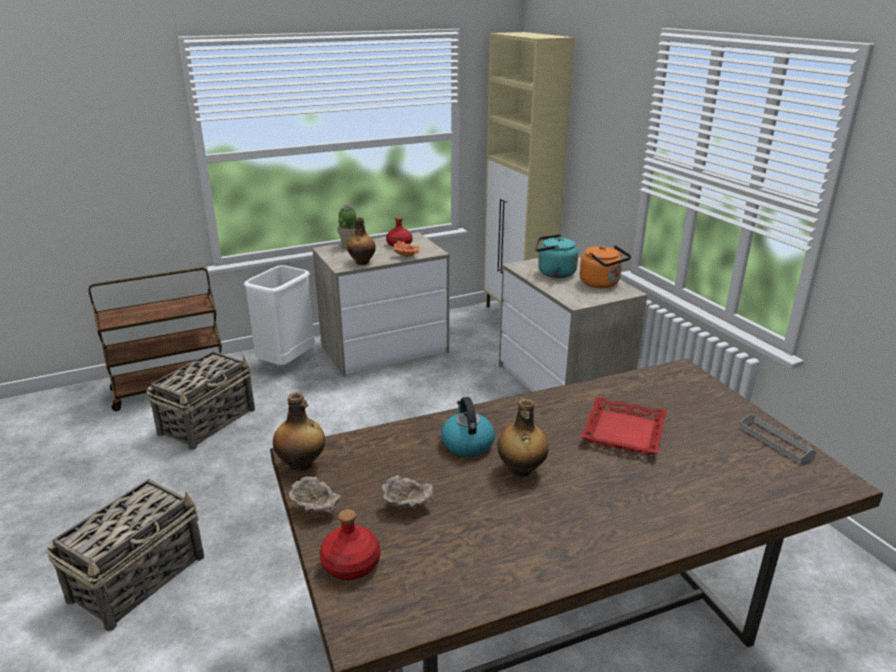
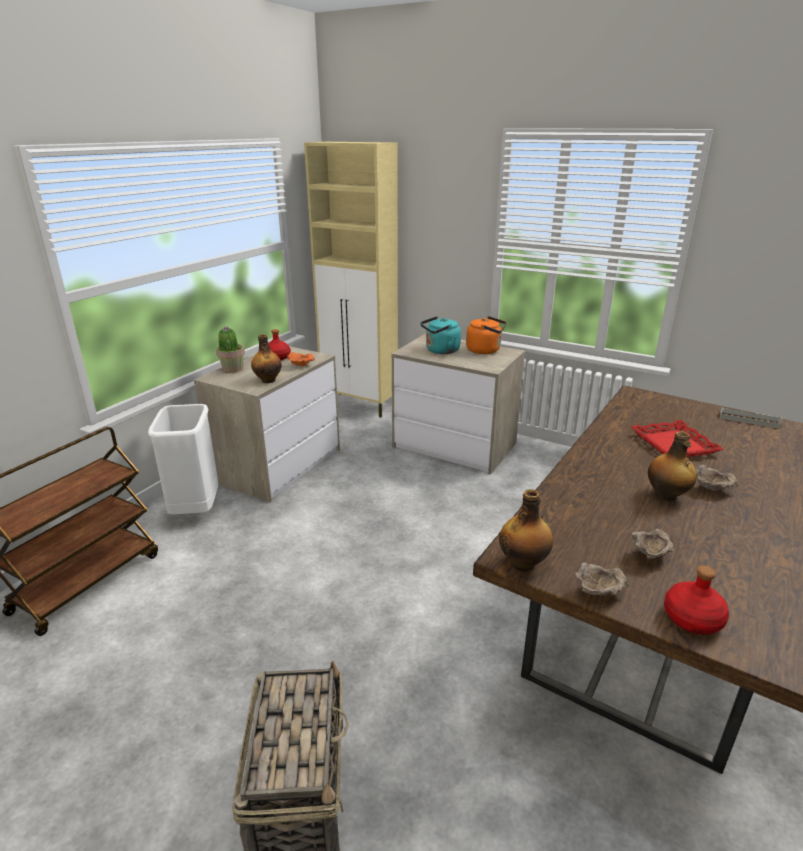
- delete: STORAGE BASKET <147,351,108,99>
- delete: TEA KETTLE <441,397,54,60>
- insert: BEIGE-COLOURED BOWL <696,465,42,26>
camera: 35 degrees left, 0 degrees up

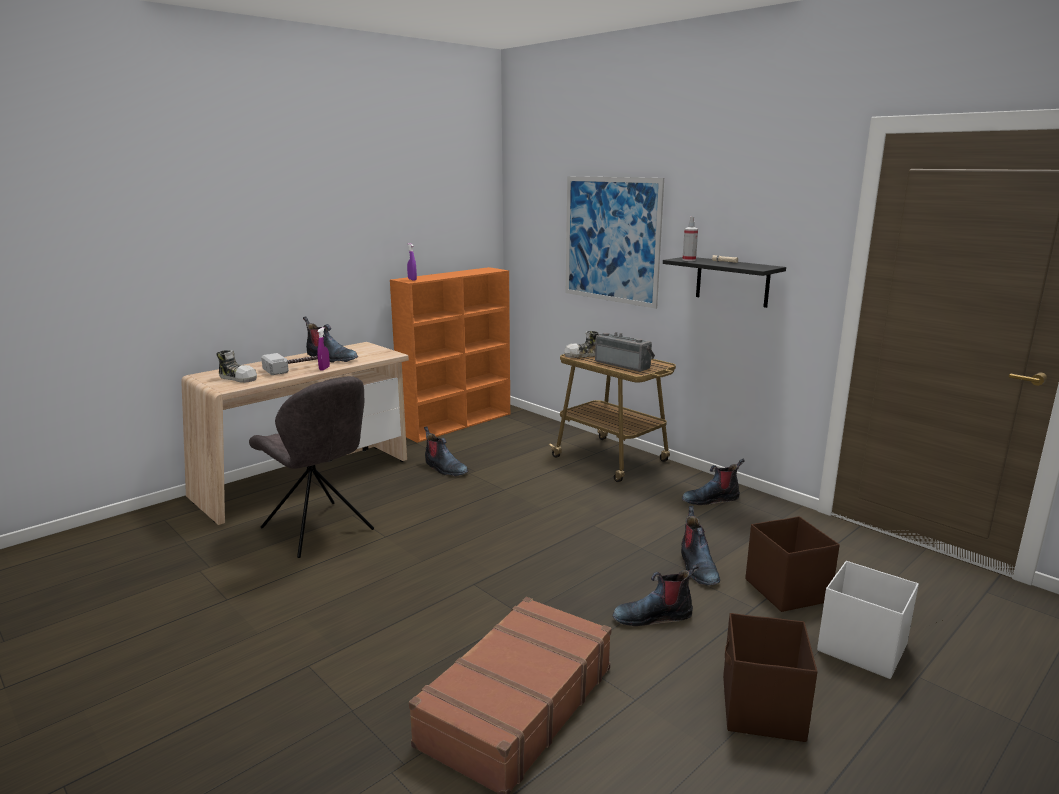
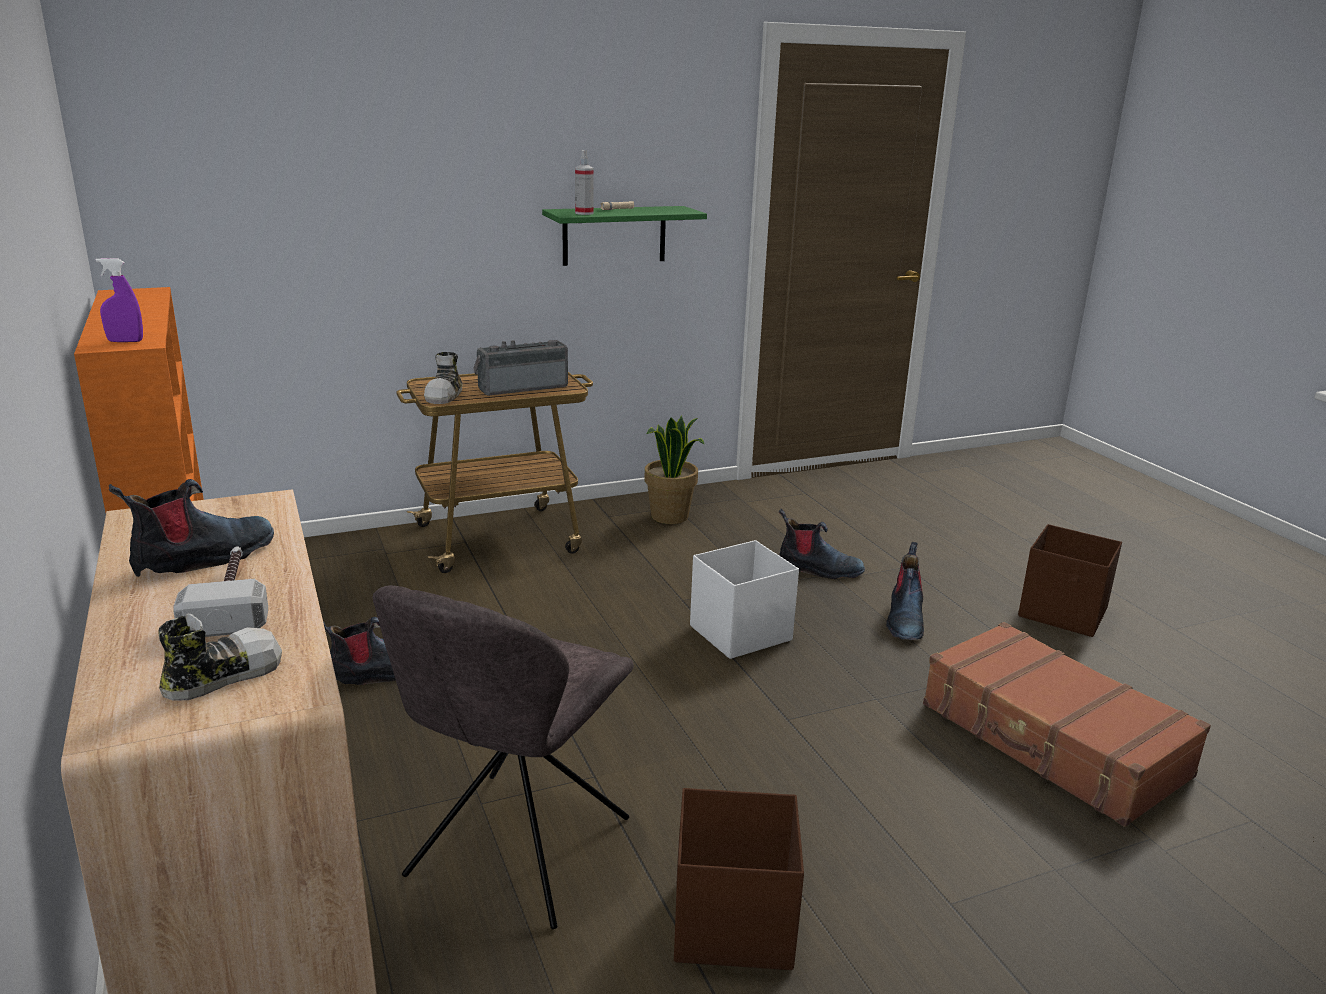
- delete: WALL PICTURE <566,176,98,133>
- recolor: BLACKISH SHELF <663,257,123,51> to GREENISH SHELF <542,206,165,60>
- delete: PURPLE-COLOURED SPRAYER <317,327,13,44>
- rotate: GRAY PLAIN CHAIR <249,376,125,182> = <373,585,261,344> 135 degrees clockwise
- replace: BOOT <682,459,62,46> to PLANT IN A POT <644,415,60,109>
- move: BROWNISH STORAGE BOX <745,516,95,96> to <674,788,130,182>
- move: WHITE STORAGE BOX <817,561,102,118> to <690,540,109,119>
camera: 70 degrees left, 5 degrees up

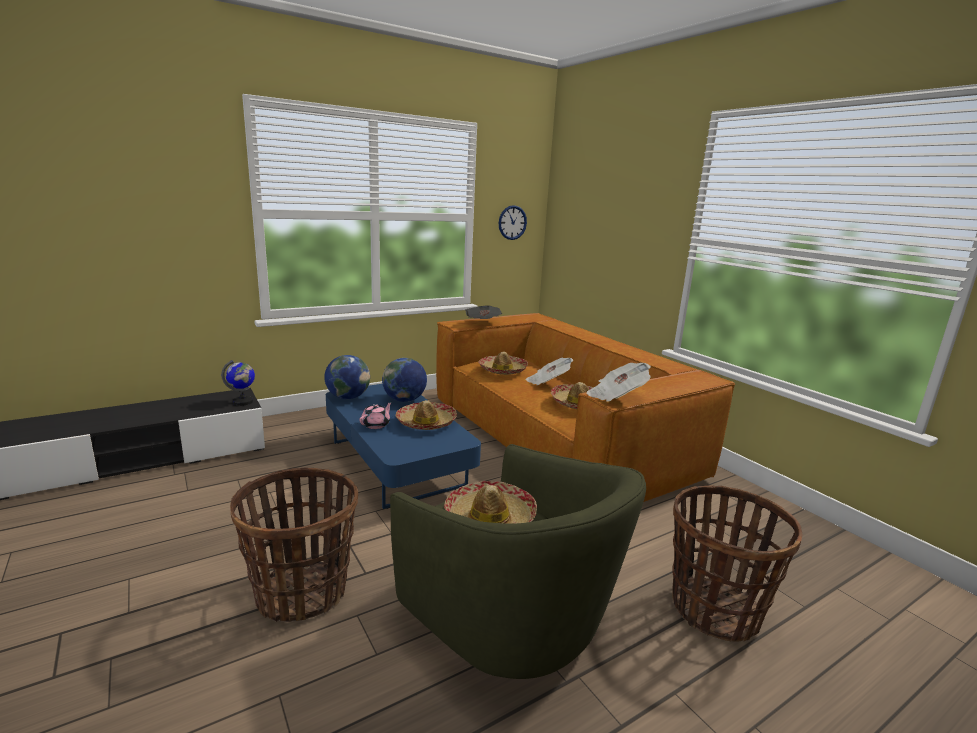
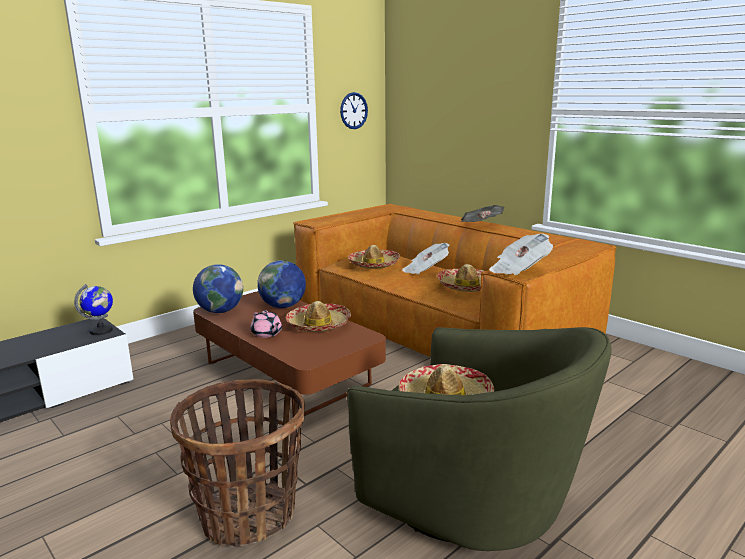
- move: NEWSPAPER <465,305,37,14> to <460,205,45,17>
- recolor: BLUISH LOW TABLE <326,384,155,125> to BROWNISH LOW TABLE <193,291,193,126>
- rotate: PINK POT FOR TEA <359,402,33,27> = <251,311,31,27> 120 degrees clockwise
- delete: STORAGE BASKET <672,485,130,157>
camera: 10 degrees left, 0 degrees up

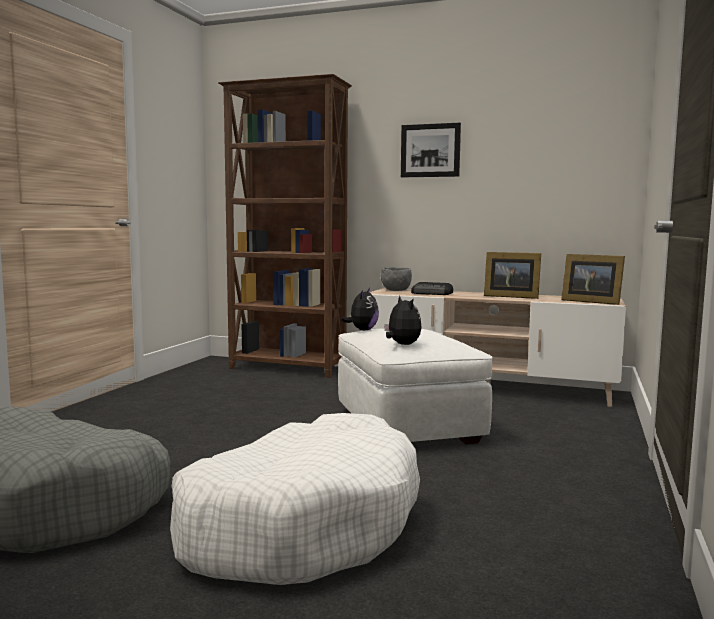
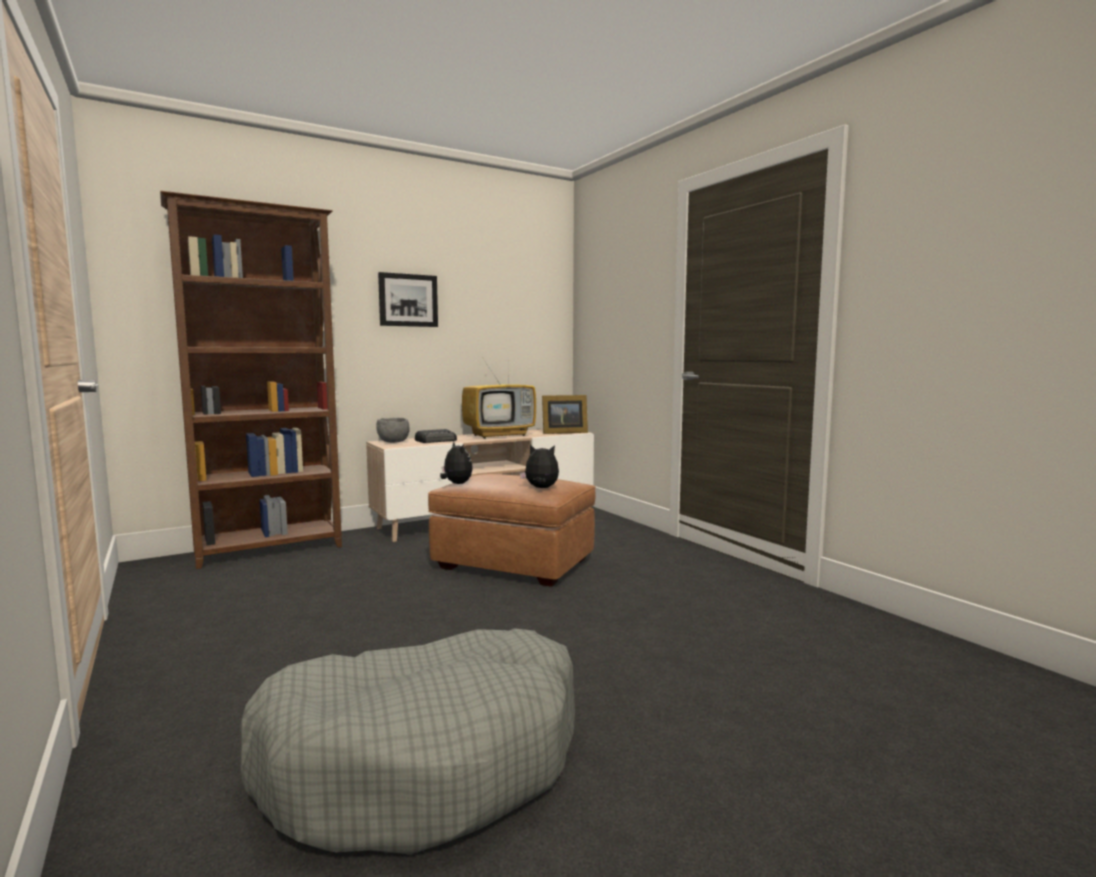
- replace: PHOTO FRAME <484,252,57,47> to TELEVISION <462,366,74,73>
- recolor: WHITE FOOTREST <338,328,155,116> to BROWNISH FOOTREST <428,474,167,113>
- delete: WHITE PET BED <170,413,250,172>
camera: 50 degrees left, 0 degrees up

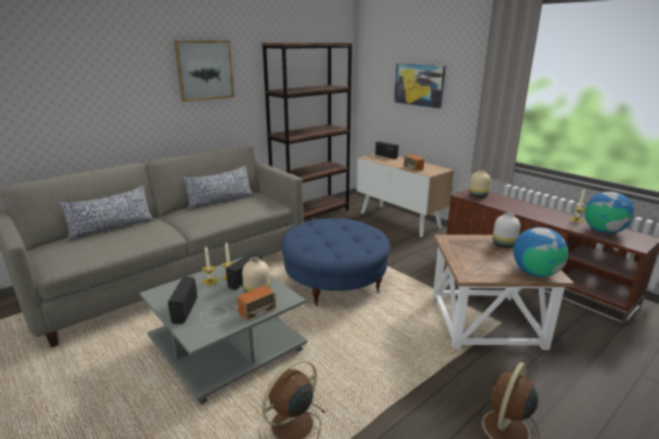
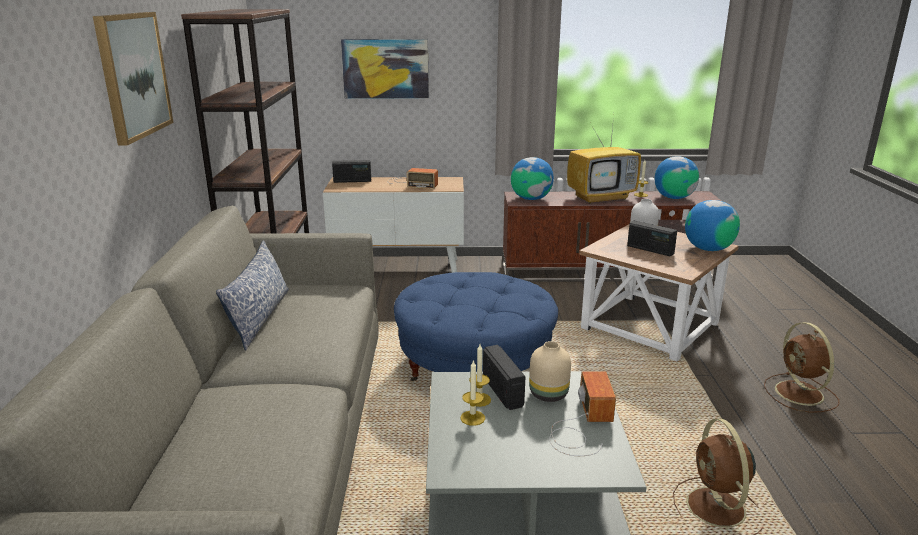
- replace: BEIGE-COLOURED DECORATIVE VASE <469,170,21,28> to GLOBE <511,157,43,43>
- delete: CUSHION <58,185,97,57>
- move: RADIO <168,277,29,47> to <627,221,50,35>
- insert: TELEVISION <567,116,74,88>
camera: 50 degrees left, 0 degrees up

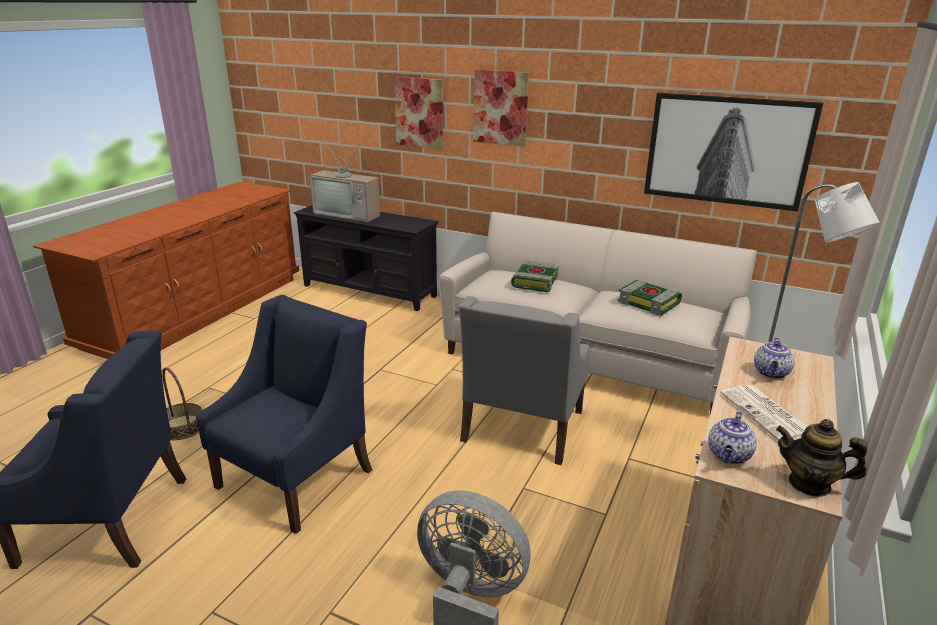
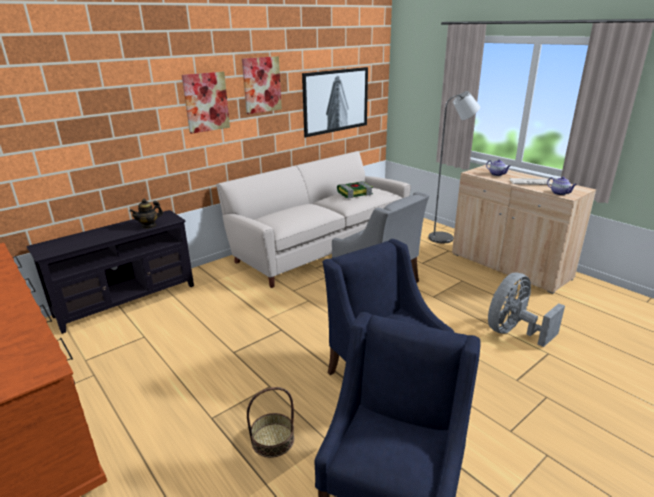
- move: WALL PICTURE <394,77,49,72> to <242,56,40,58>
- delete: TELEVISION <310,141,70,81>
- delete: BOOK <511,261,48,31>
- move: POT FOR TEA <776,419,92,78> to <130,199,33,30>
camera: 65 degrees left, 0 degrees up

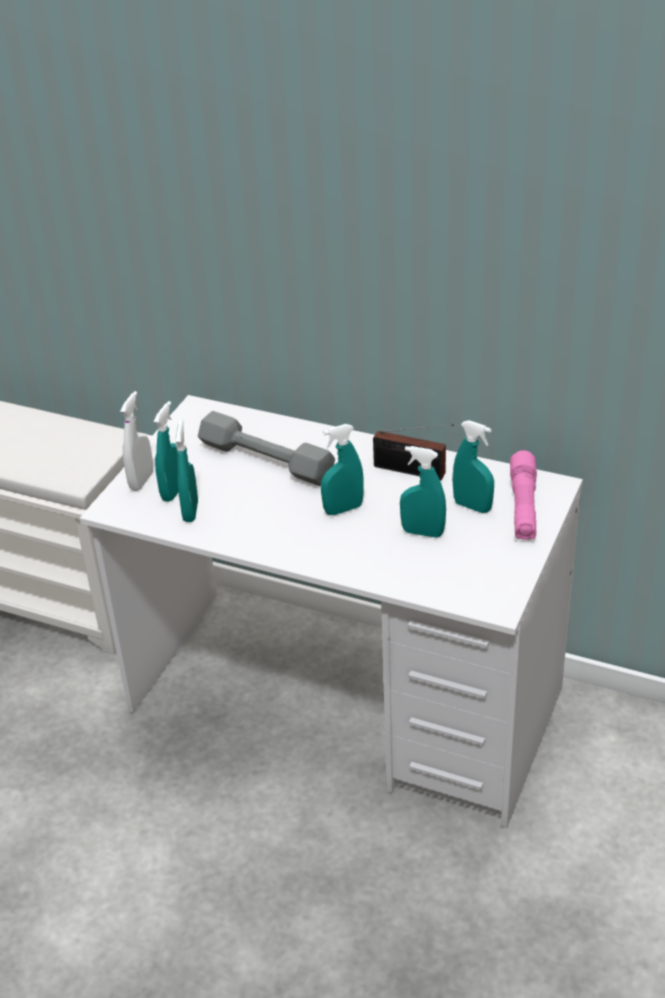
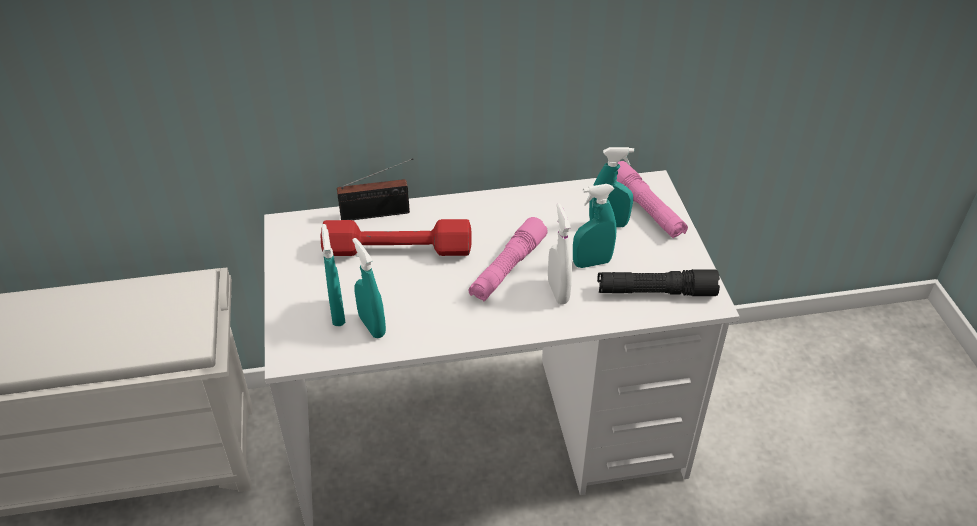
- move: WHITE SPRAYER <120,391,33,100> to <548,203,24,101>
- recolor: GRAY HAND WEIGHT <198,411,137,75> to RED-COLOURED HAND WEIGHT <321,219,151,37>
- replace: BLUE-GREEN SPRAYER <321,424,43,91> to PINK TORCH <468,217,80,85>
- move: RADIO <373,424,81,57> to <337,158,76,62>
- insert: BLACKISH TORCH <597,269,123,27>
camera: 35 degrees left, 5 degrees up

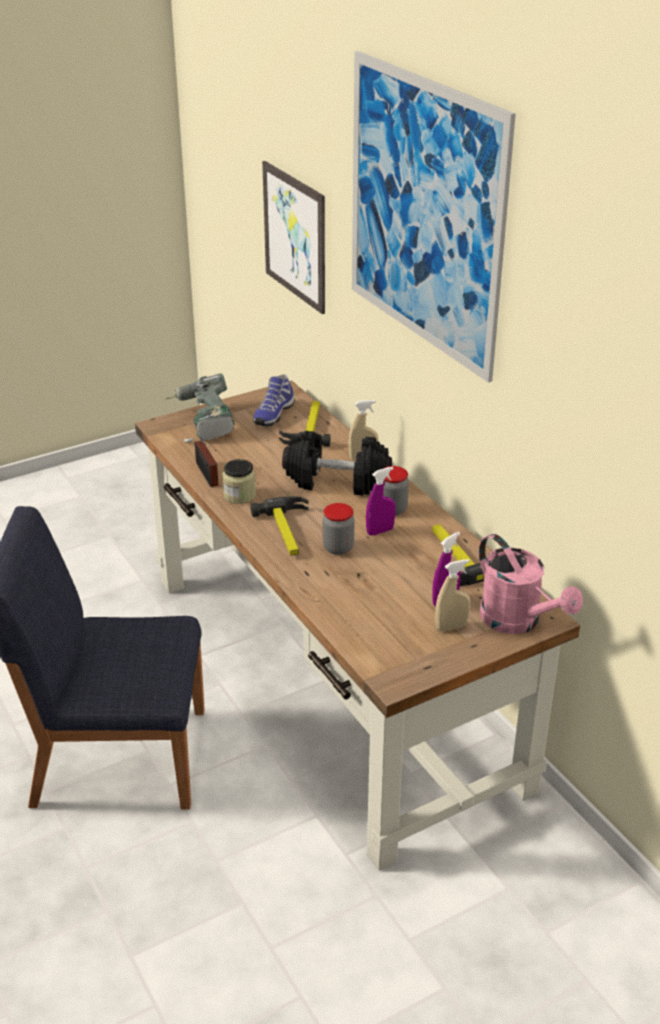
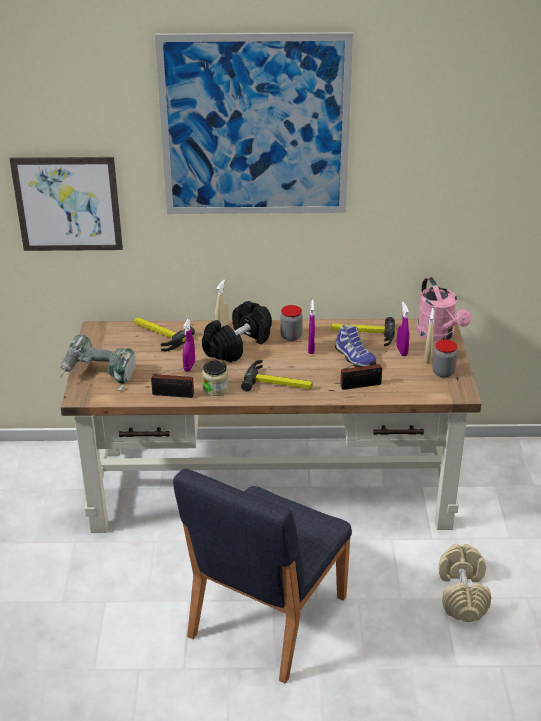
- move: ITEM OF FOOTWEAR <253,374,42,53> to <335,324,41,43>
- move: JAR <323,503,32,52> to <432,340,26,37>
- rotate: PINK WATERING CAN <479,534,104,100> = <417,277,54,65> 75 degrees clockwise
- insert: PURPLE-COLOURED SPRAYER <183,319,12,53>
- insert: RADIO <340,351,47,39>
- insert: BEIGE-COLOURED HAND WEIGHT <438,544,54,78>
camera: 60 degrees left, 0 degrees up

